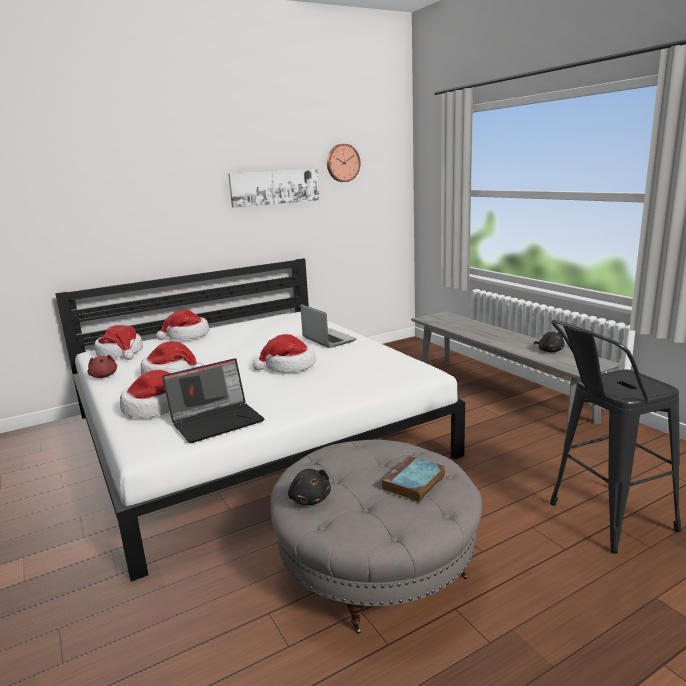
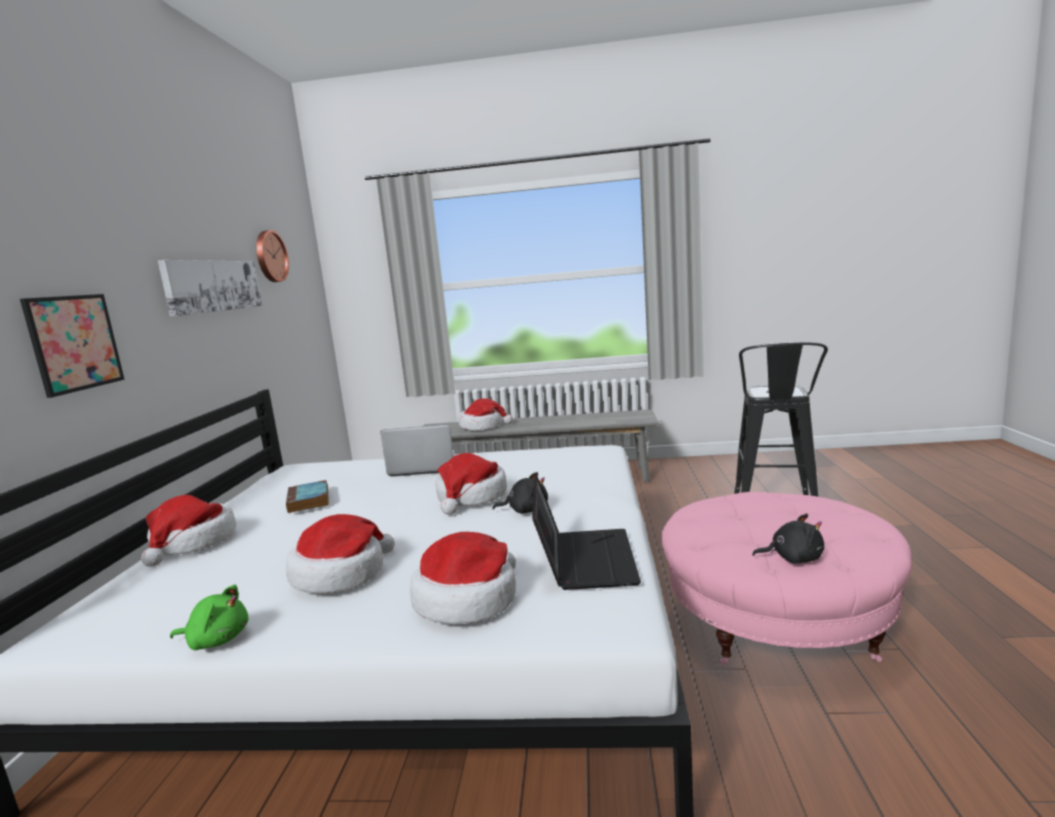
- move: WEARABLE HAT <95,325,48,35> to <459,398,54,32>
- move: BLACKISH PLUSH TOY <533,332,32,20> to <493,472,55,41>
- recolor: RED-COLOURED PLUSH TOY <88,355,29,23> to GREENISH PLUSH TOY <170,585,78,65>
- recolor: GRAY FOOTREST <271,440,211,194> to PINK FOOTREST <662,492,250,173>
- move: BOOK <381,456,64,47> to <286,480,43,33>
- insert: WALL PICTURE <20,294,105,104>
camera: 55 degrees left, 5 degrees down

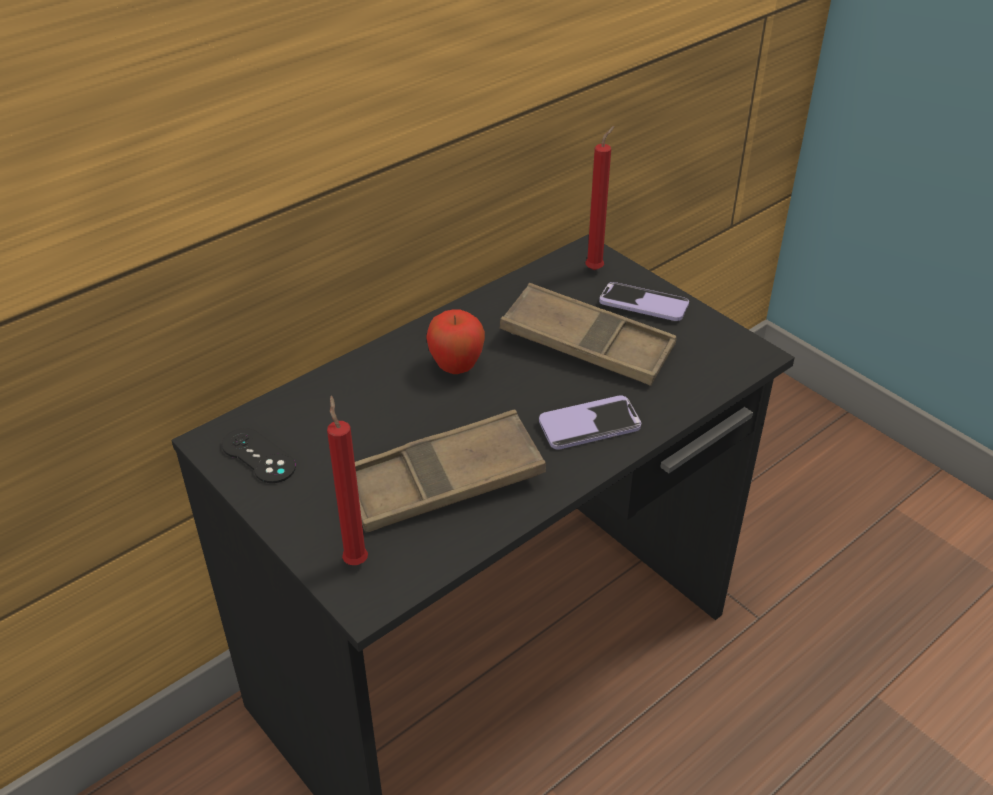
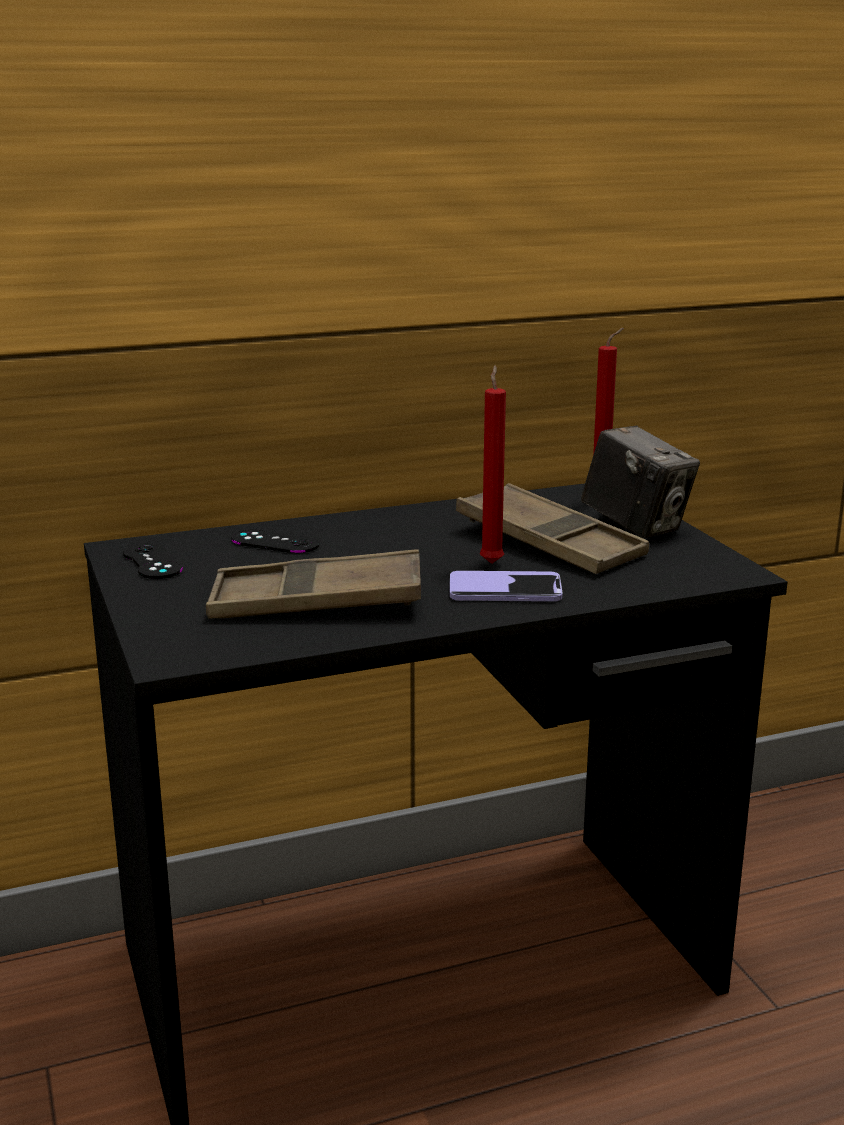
- replace: HANDSET <599,282,90,39> to STILL CAMERA <581,426,119,112>
- delete: APPLE FRUIT <426,310,59,64>
- move: RED-COLOURED CANDLE <327,396,41,169> to <480,366,26,198>
- insert: BLACKISH GAME CONTROLLER <231,529,88,24>
camera: 20 degrees right, 20 degrees down

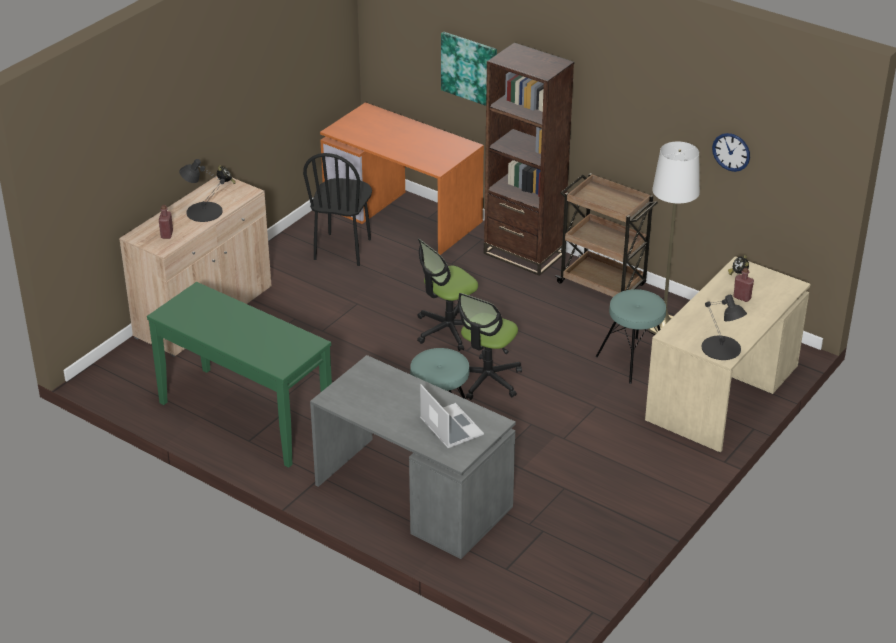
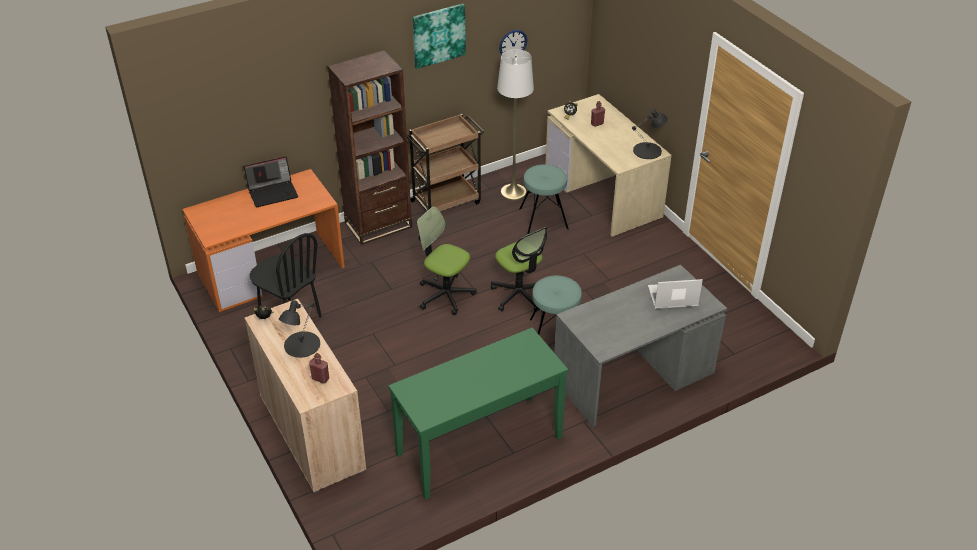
- move: WALL PICTURE <441,32,56,74> to <412,3,54,66>
- rotate: COMPUTER CHAIR <417,238,61,113> = <417,206,60,109> 135 degrees clockwise
- insert: LAPTOP <244,157,54,50>
camera: 65 degrees left, 5 degrees up

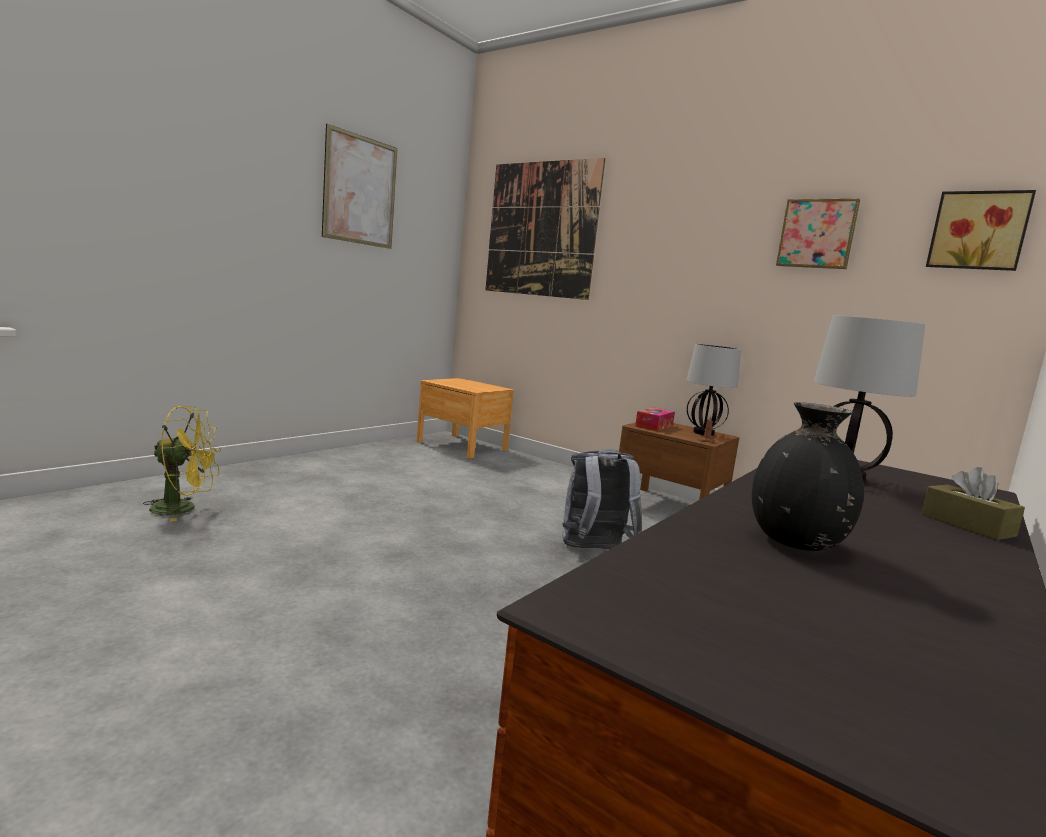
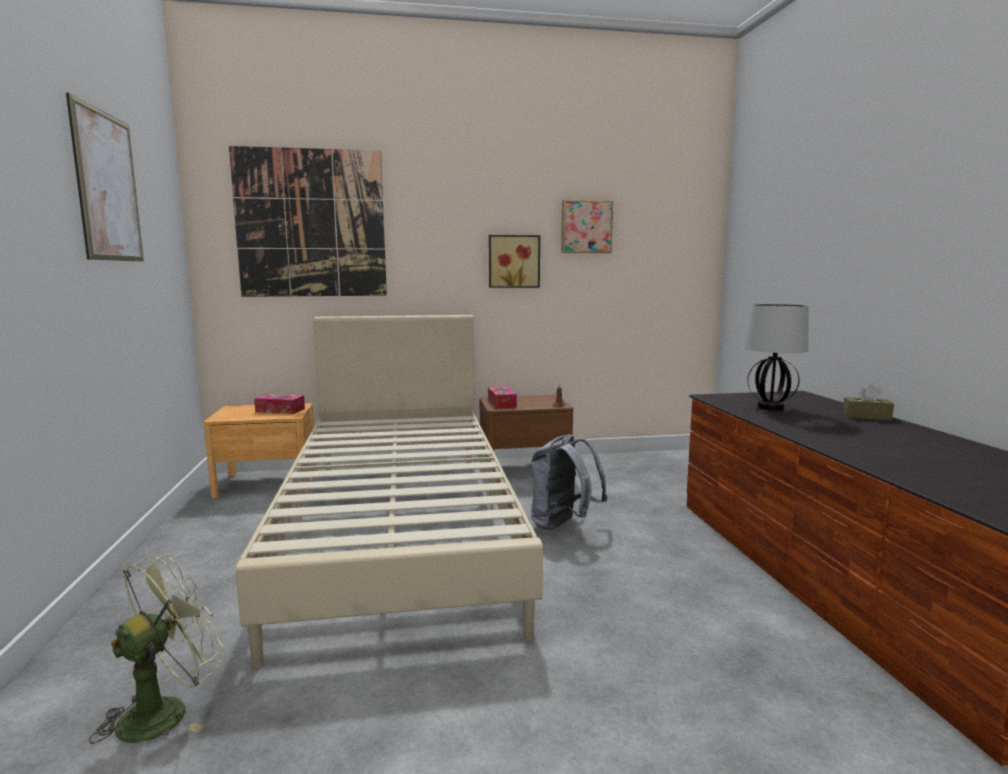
- move: WALL PICTURE <926,190,110,81> to <489,235,51,53>
- delete: TABLE LAMP <686,344,55,92>
- delete: BLACKISH DECORATIVE VASE <752,402,112,149>
- recolor: YELLOW-COLOURED FAN <143,406,78,116> to GREENISH FAN <89,556,134,188>
- insert: BEIGE-COLOURED SLEEPING BED <235,315,308,353>
- insert: TISSUE BOX <254,394,51,20>
camera: 45 degrees left, 0 degrees up

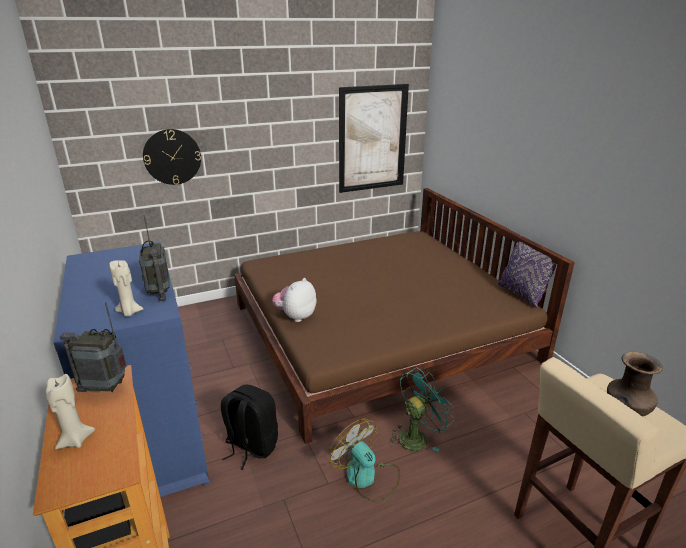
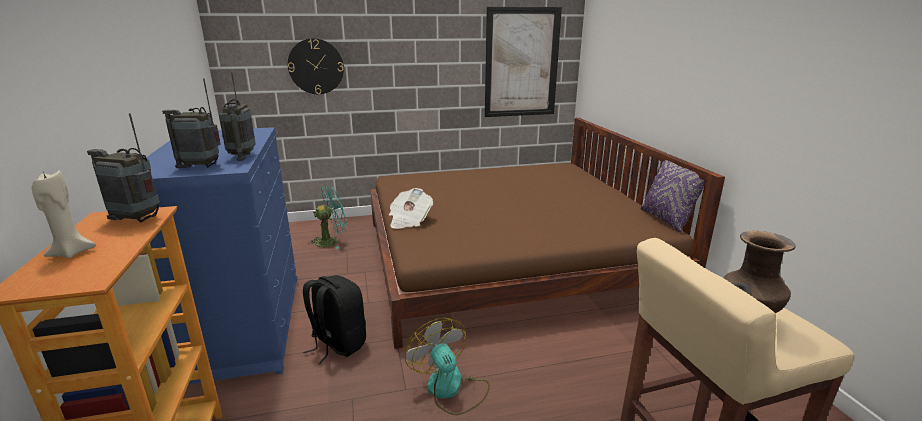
- replace: BEIGE-COLOURED CANDLE <109,260,34,56> to RADIO <162,78,59,90>
- replace: PLUSH TOY <272,278,45,44> to NEWSPAPER <389,188,44,41>
- move: BLUE-GREEN FAN <389,368,65,84> to <308,186,39,63>
camera: 10 degrees right, 5 degrees down

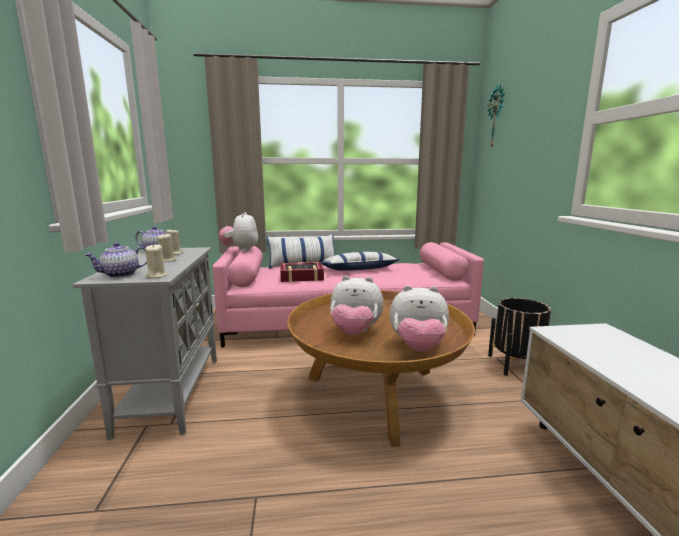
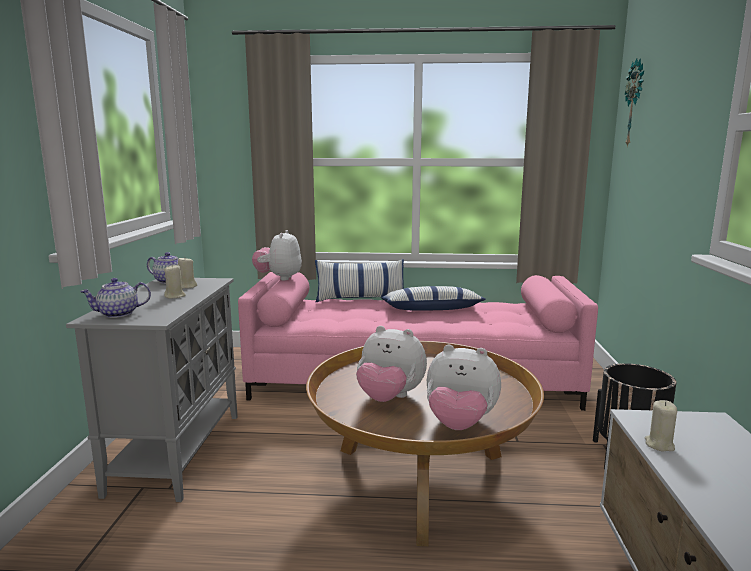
- move: BEIGE-COLOURED CANDLE <145,244,22,35> to <645,400,32,51>
- delete: BOOK <280,262,44,20>
camera: 10 degrees right, 0 degrees up

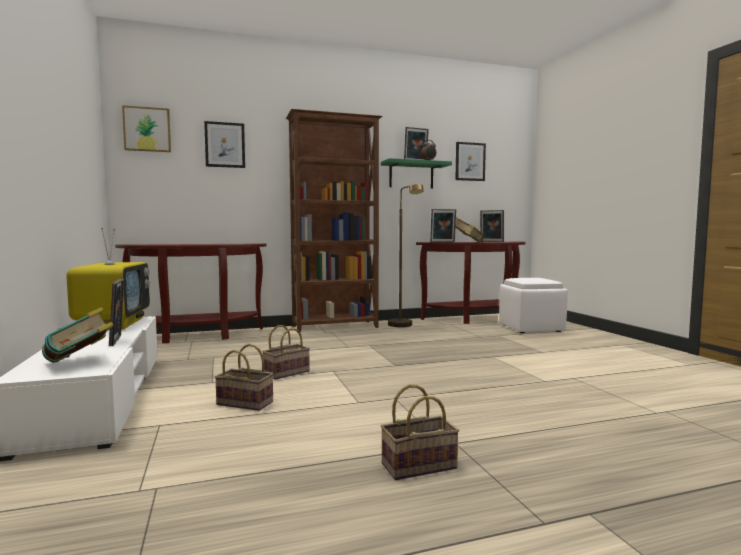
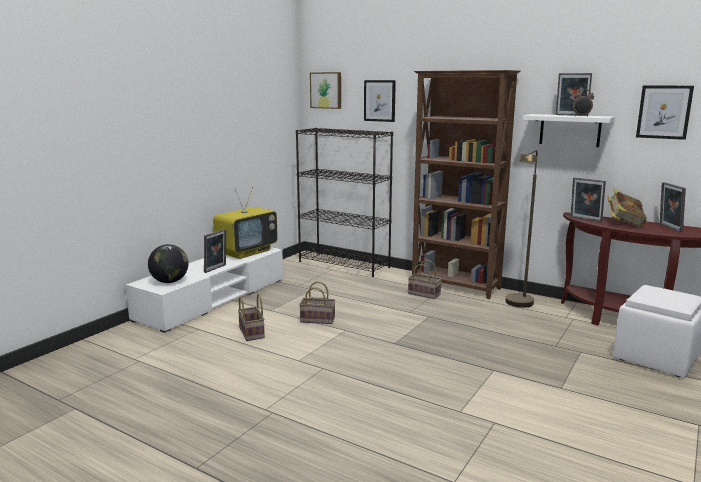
- recolor: GREENISH SHELF <381,158,71,30> to WHITE SHELF <523,114,92,33>
- replace: BROWNISH CONSOLE TABLE <115,243,151,100> to BLACKISH SHELVING UNIT <296,128,97,149>
- replace: BOOK <42,307,72,56> to GLOBE <148,244,41,39>
- move: STORAGE BASKET <381,385,78,95> to <408,260,34,39>
camera: 50 degrees right, 10 degrees up

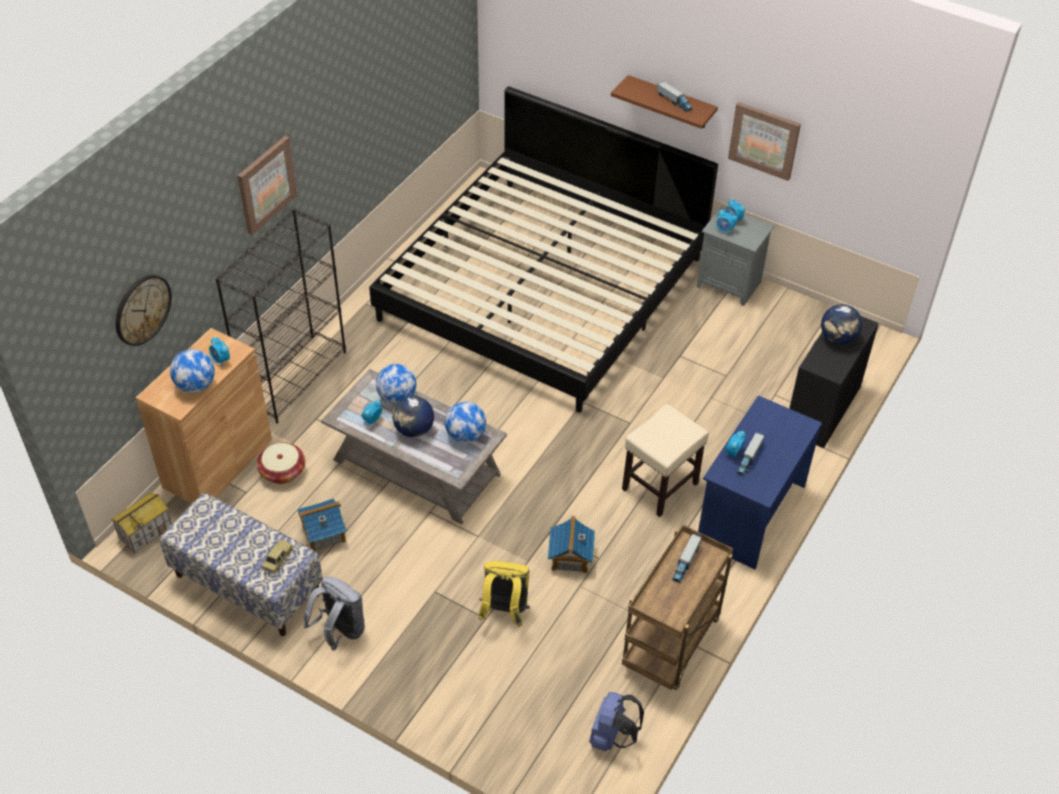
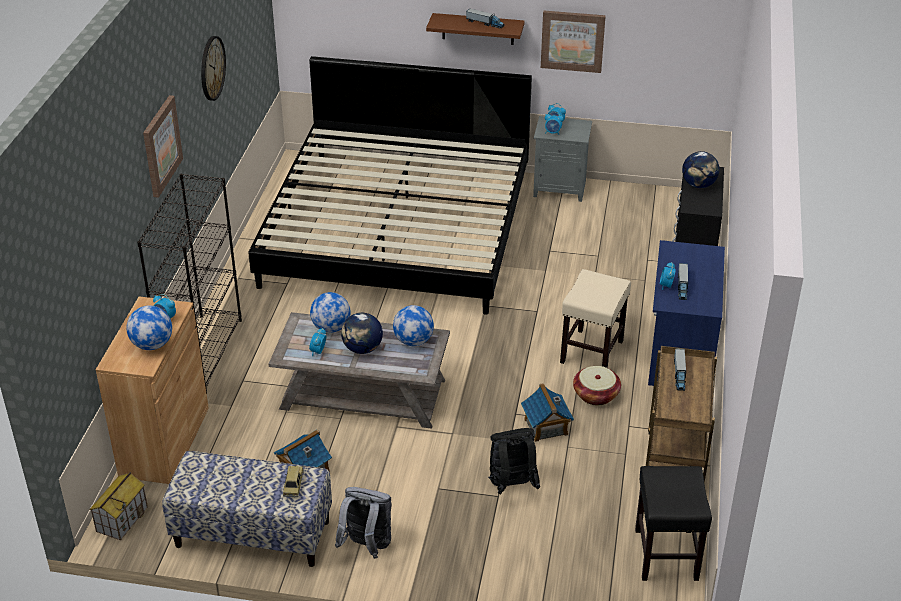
- move: CLOCK ON THE WALL <116,275,56,71> to <201,36,25,65>
- move: STORAGE BASKET <257,442,48,42> to <573,366,48,39>
- recolor: YELLOW-COLOURED RUCKSACK <478,561,52,66> to BLACKISH RUCKSACK <488,428,52,66>
- replace: BLUISH RUCKSACK <589,692,55,60> to BLACKISH SITTING STOOL <635,466,77,115>
camera: 20 degrees left, 10 degrees down

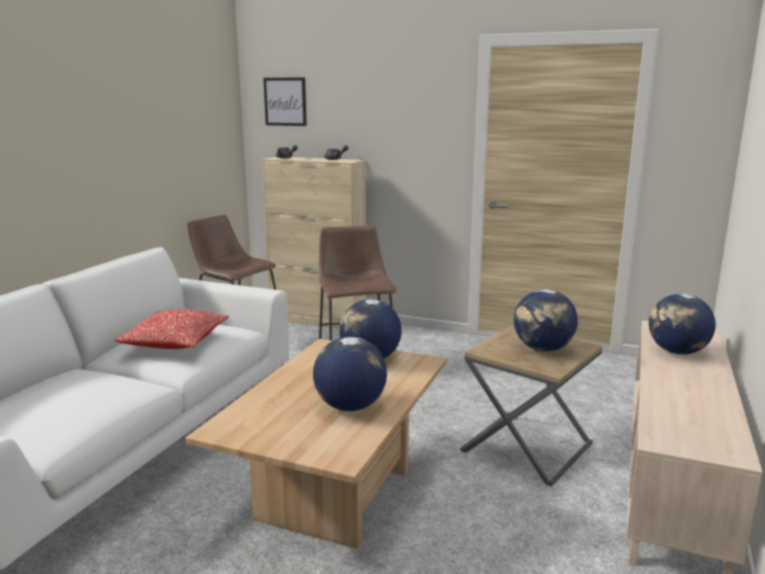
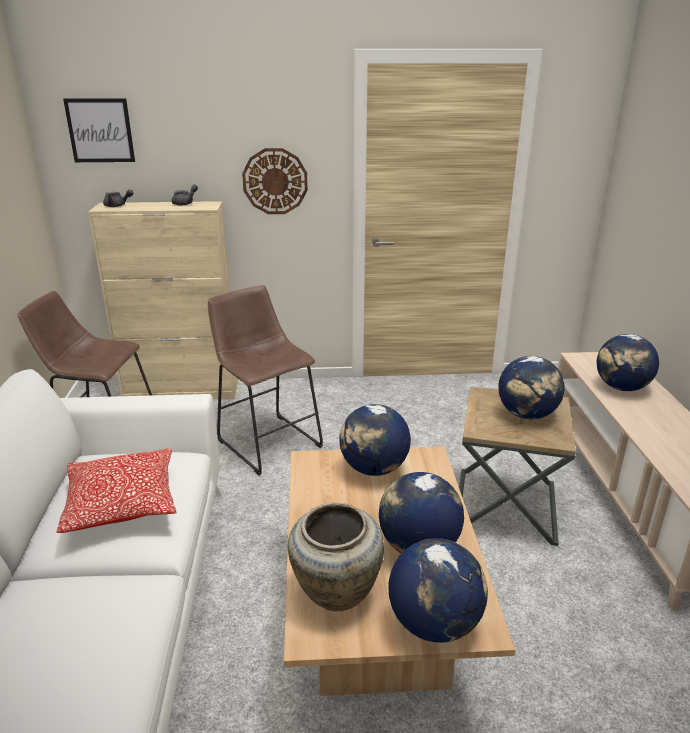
- insert: CLOCK ON THE WALL <242,148,66,66>
- insert: BEIGE-COLOURED DECORATIVE VASE <288,503,96,109>
- insert: GLOBE <389,538,99,105>
camera: 25 degrees left, 10 degrees up

